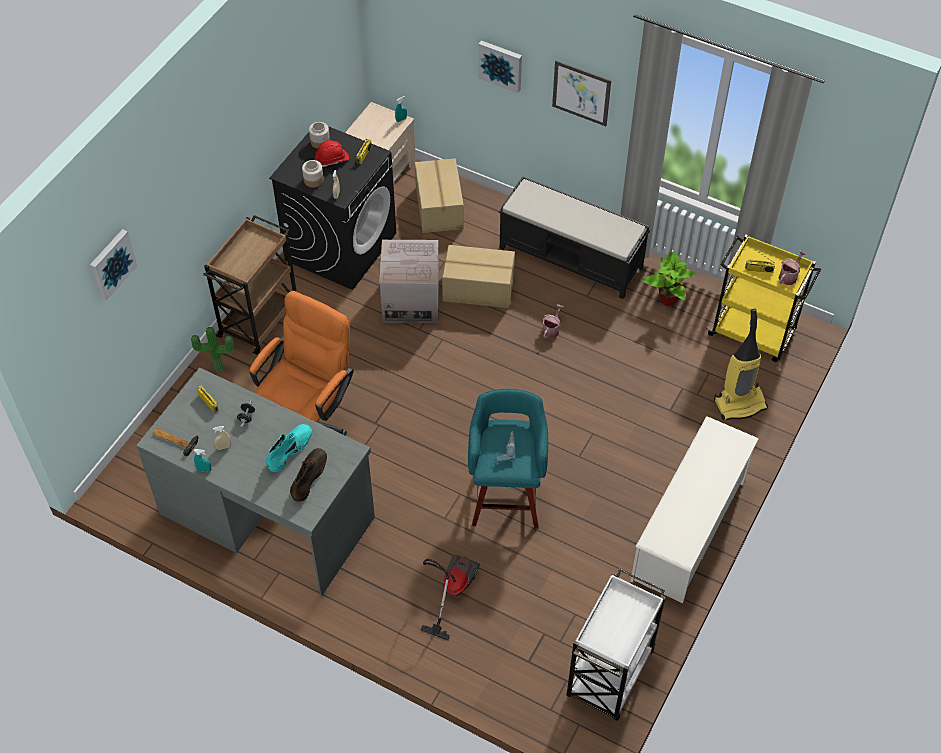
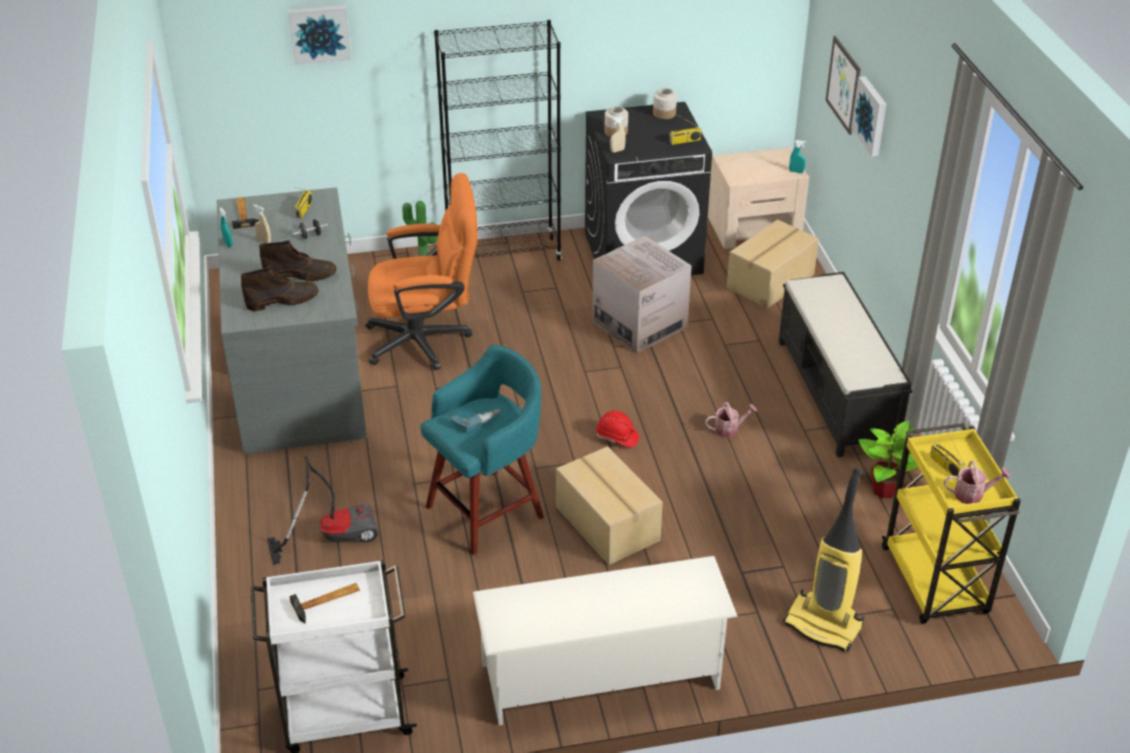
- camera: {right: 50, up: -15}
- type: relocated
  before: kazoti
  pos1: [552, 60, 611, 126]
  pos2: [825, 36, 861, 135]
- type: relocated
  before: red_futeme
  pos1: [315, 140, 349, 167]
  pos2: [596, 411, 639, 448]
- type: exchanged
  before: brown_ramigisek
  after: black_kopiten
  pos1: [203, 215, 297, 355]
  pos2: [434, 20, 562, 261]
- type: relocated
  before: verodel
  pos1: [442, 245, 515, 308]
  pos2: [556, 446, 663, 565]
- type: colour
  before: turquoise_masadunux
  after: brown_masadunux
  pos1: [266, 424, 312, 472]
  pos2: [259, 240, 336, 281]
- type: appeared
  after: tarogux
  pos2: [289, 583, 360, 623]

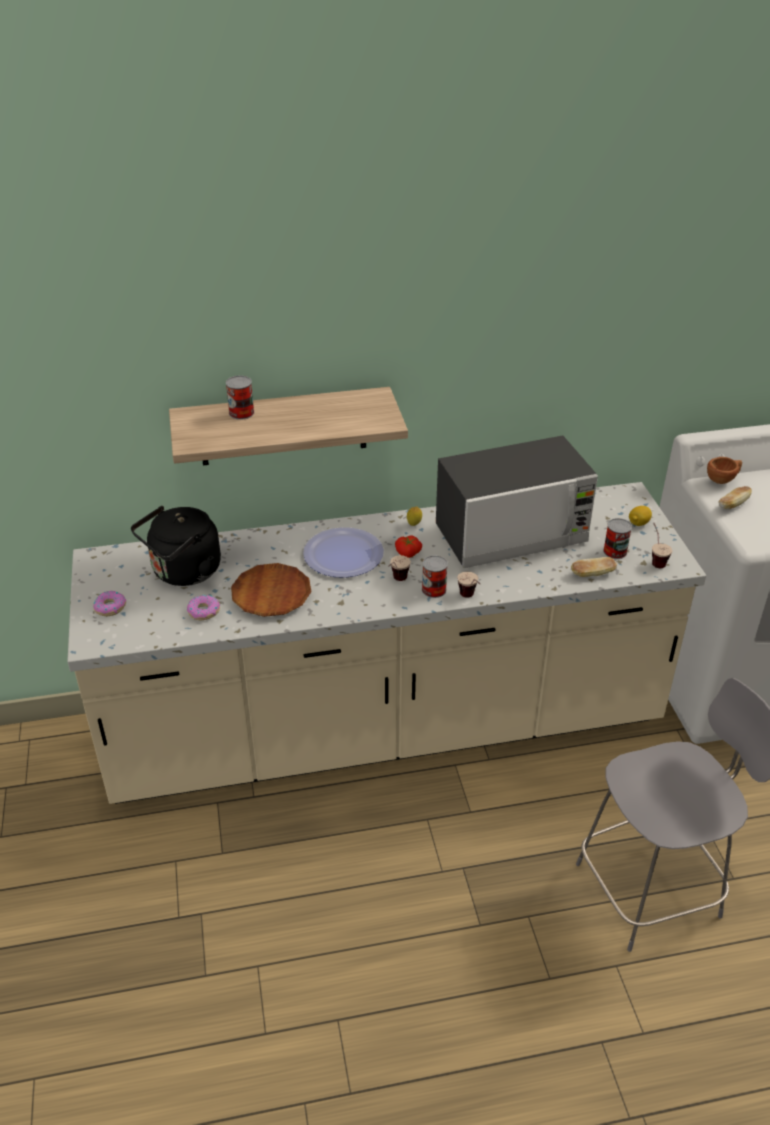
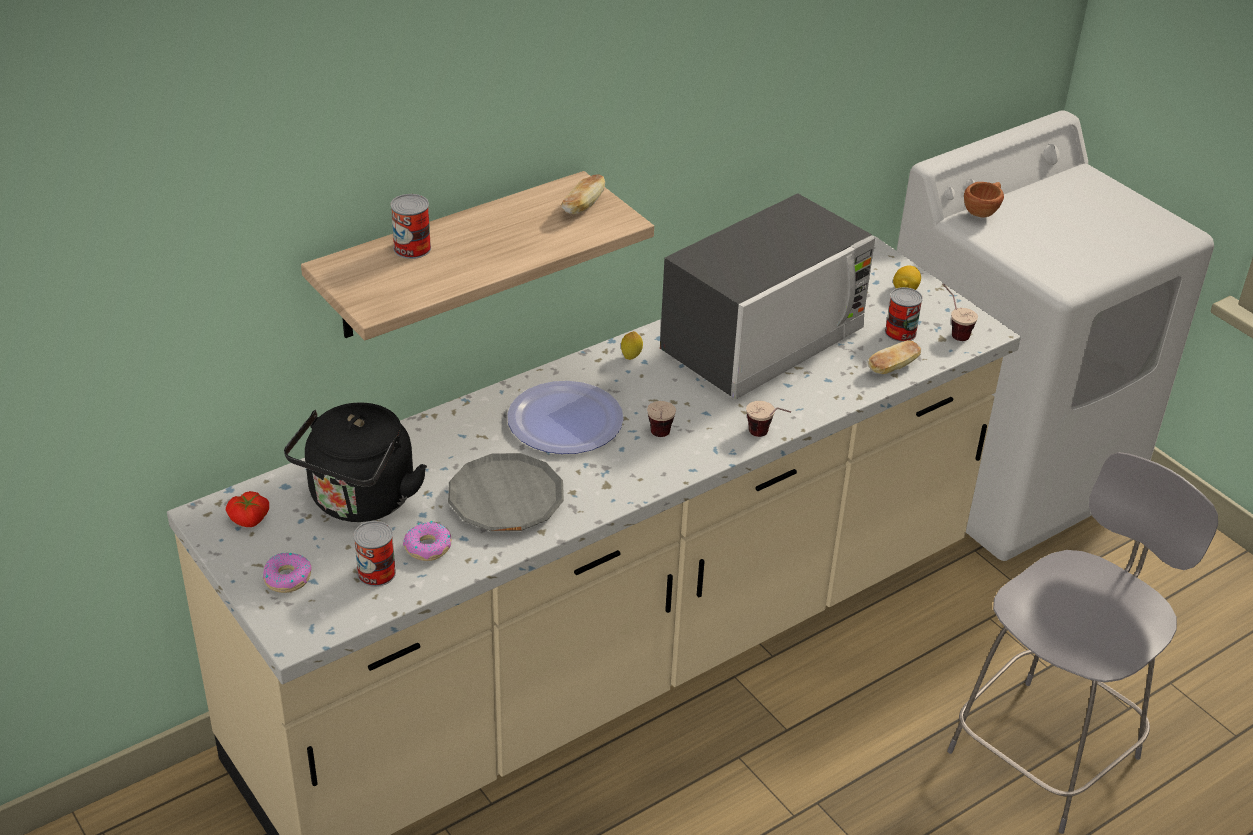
- camera: {right: -25, up: 0}
- type: relocated
  before: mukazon
  pos1: [718, 486, 752, 509]
  pos2: [561, 175, 605, 214]
- type: relocated
  before: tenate
  pos1: [395, 536, 422, 558]
  pos2: [226, 491, 269, 527]
- type: relocated
  before: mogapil
  pos1: [422, 555, 448, 598]
  pos2: [353, 521, 396, 587]
- type: colour
  before: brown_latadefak
  after: grey_latadefak
  pos1: [231, 563, 311, 617]
  pos2: [448, 453, 564, 531]

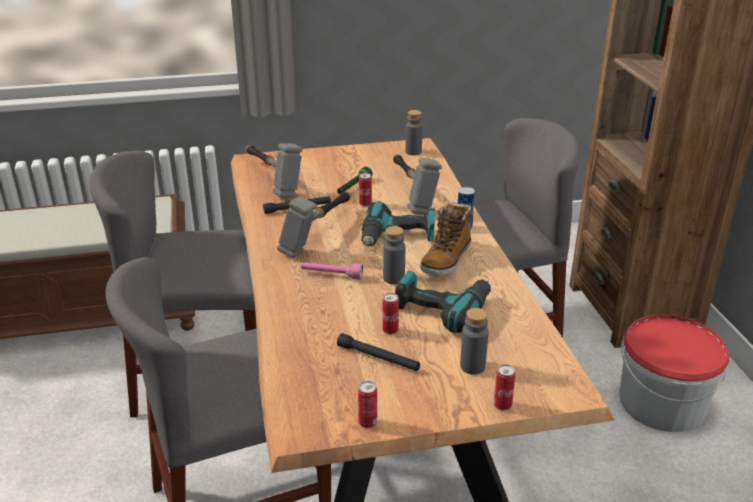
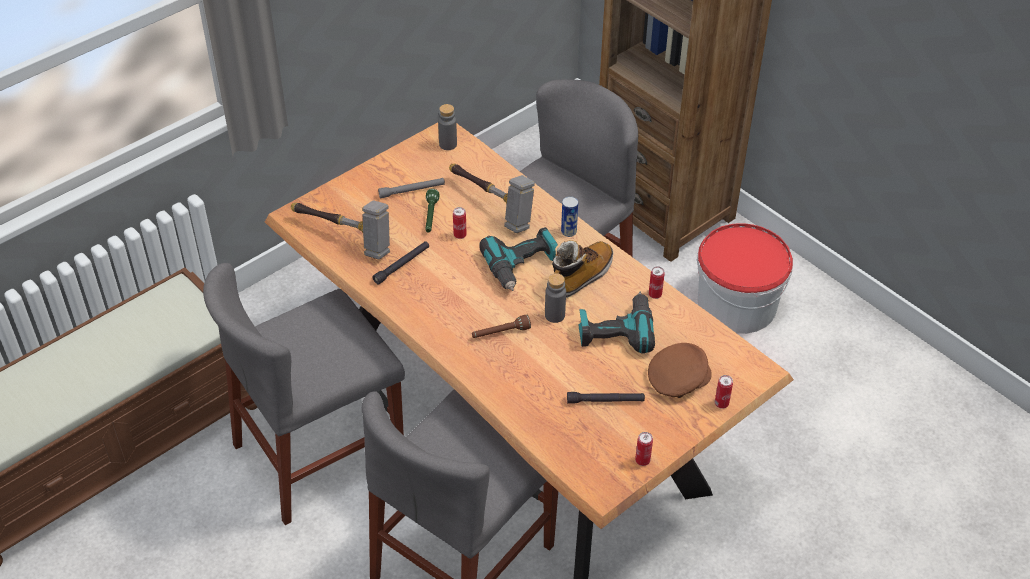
- camera: {right: -30, up: 15}
- type: missing
  before: tarogux
  pos1: [277, 191, 351, 258]
- type: spun
  before: masadunux
  pos1: [420, 202, 472, 277]
  pos2: [552, 240, 613, 298]
  turn: -135
- type: colour
  before: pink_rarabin
  after: brown_rarabin
  pos1: [301, 262, 363, 280]
  pos2: [472, 315, 531, 338]
- type: relocated
  before: mogapil
  pos1: [382, 293, 399, 334]
  pos2: [649, 266, 665, 299]
- type: exchanged
  before: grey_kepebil
  after: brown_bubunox
  pos1: [460, 308, 489, 375]
  pos2: [648, 343, 712, 398]
- type: appeared
  after: grey_rarabin
  pos2: [378, 178, 445, 198]

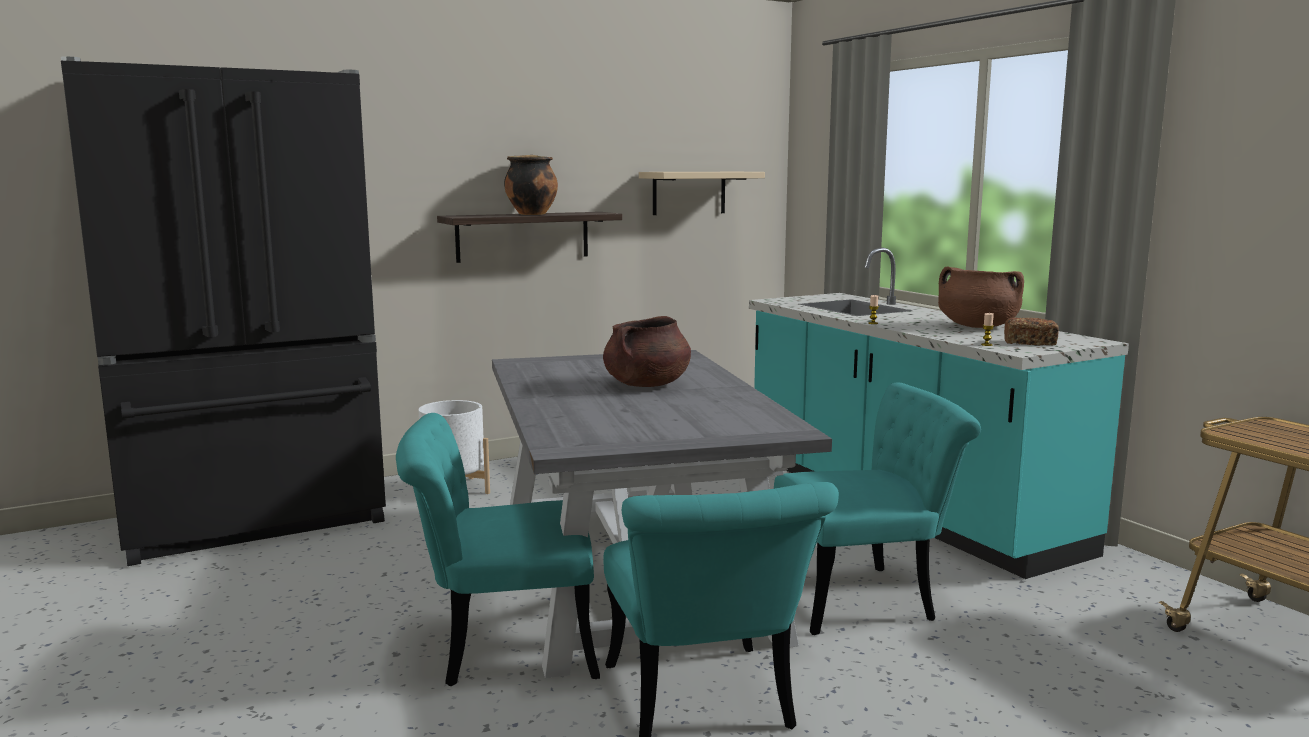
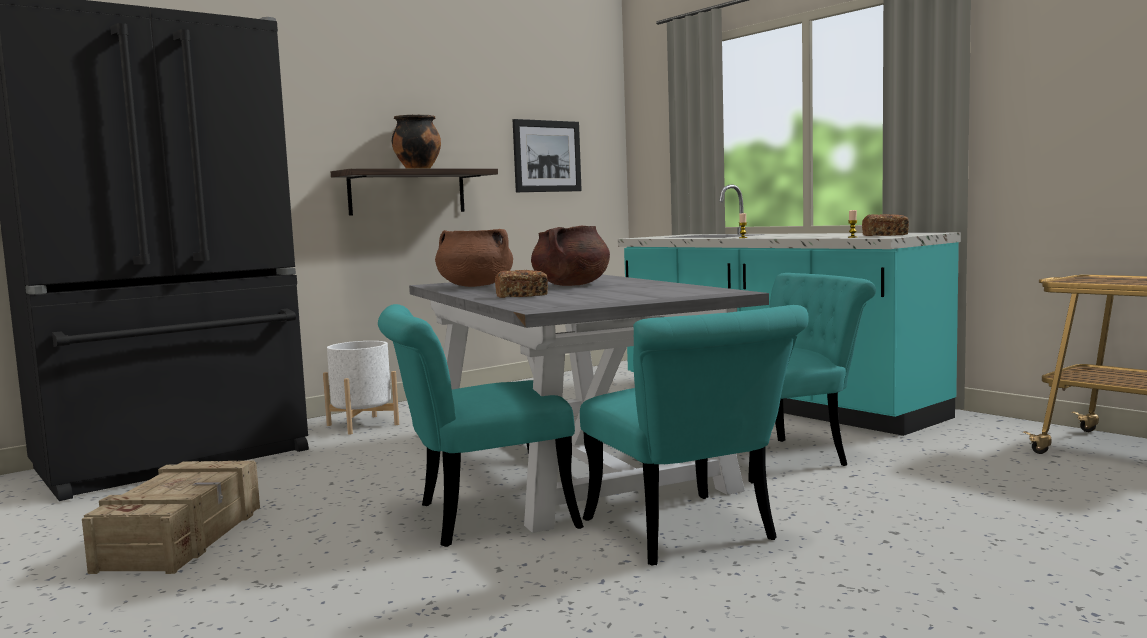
- camera: {right: -10, up: -5}
- type: exchanged
  before: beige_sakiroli
  after: kazoti
  pos1: [639, 172, 765, 215]
  pos2: [513, 119, 582, 192]
- type: relocated
  before: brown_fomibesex
  pos1: [938, 266, 1024, 328]
  pos2: [435, 229, 513, 287]
- type: appeared
  after: mukazon
  pos2: [495, 270, 548, 298]
- type: appeared
  after: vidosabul
  pos2: [82, 461, 260, 574]

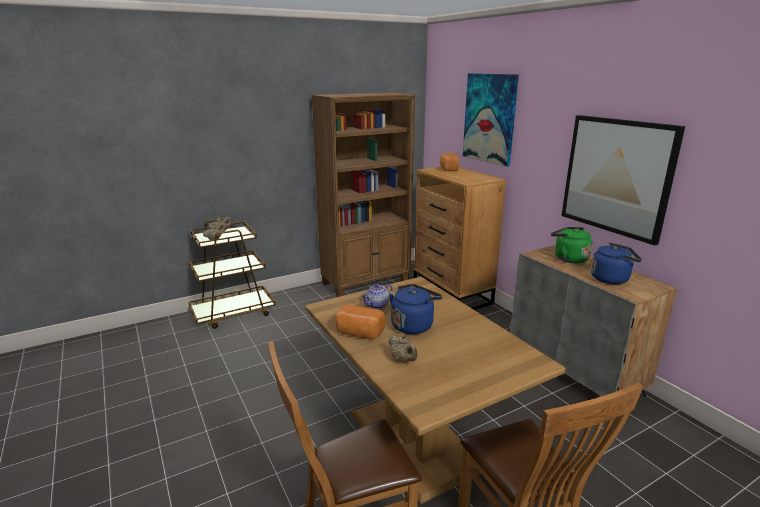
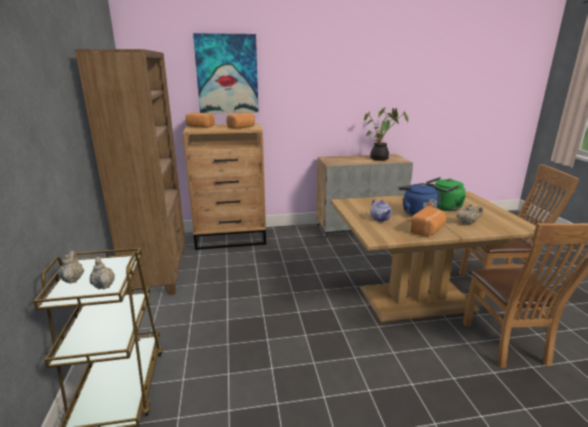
- camera: {right: -70, up: 0}
- type: missing
  before: kazoti
  pos1: [561, 115, 685, 246]
- type: relocated
  before: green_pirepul
  pos1: [551, 227, 592, 263]
  pos2: [426, 177, 466, 211]
- type: exchanged
  before: blue_pirepul
  after: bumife
  pos1: [591, 243, 642, 284]
  pos2: [364, 108, 408, 161]
- type: appeared
  after: mukazon
  pos2: [227, 113, 255, 129]

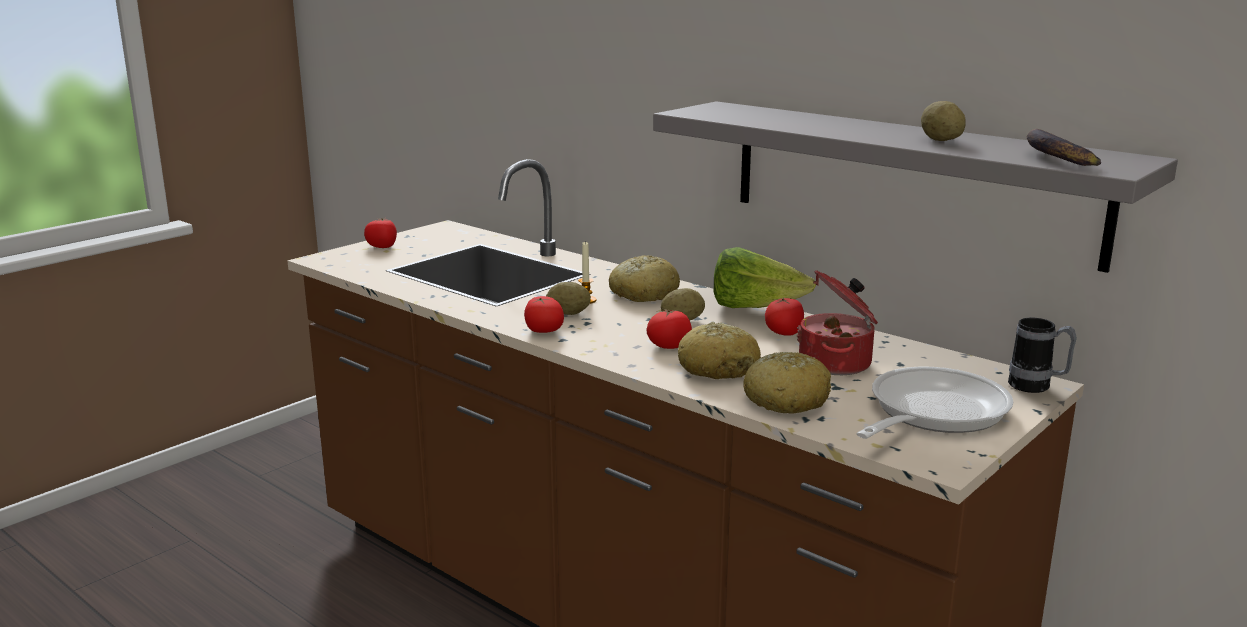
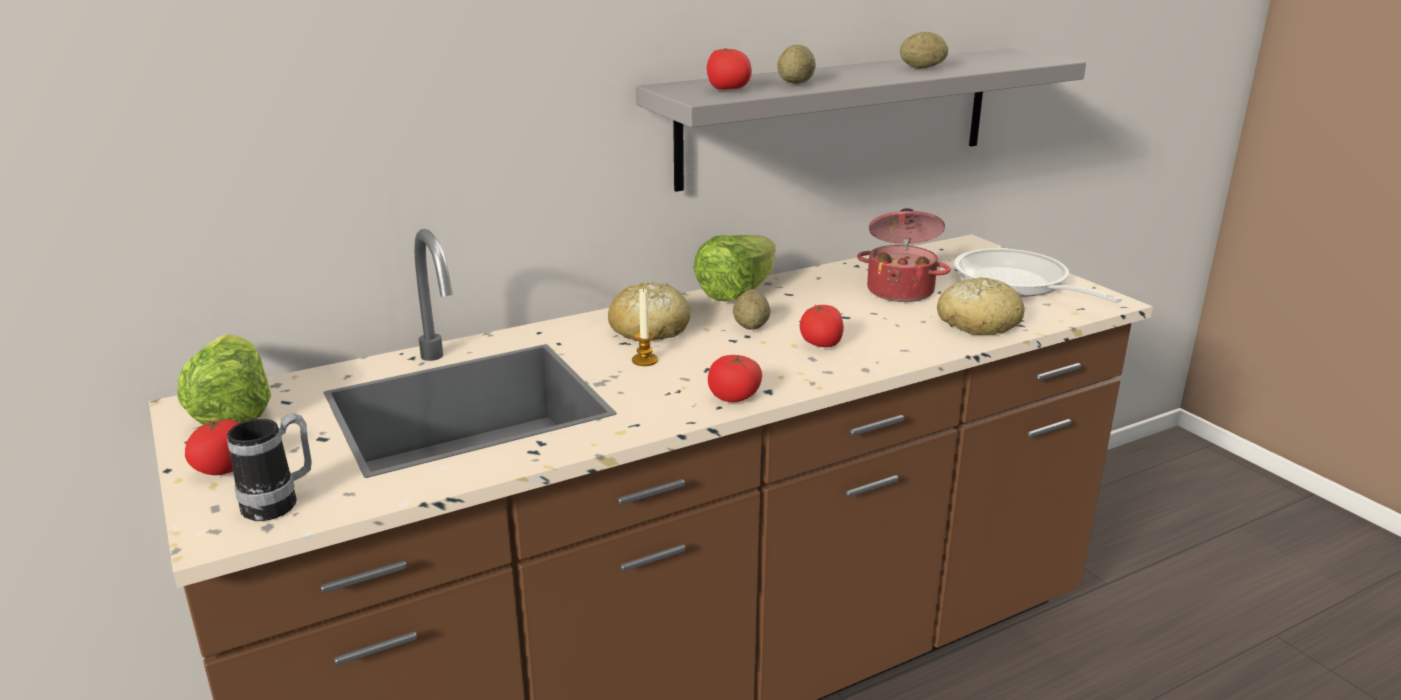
- camera: {right: -70, up: 5}
- type: missing
  before: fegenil
  pos1: [1027, 129, 1101, 166]
- type: relocated
  before: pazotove
  pos1: [546, 282, 591, 315]
  pos2: [778, 45, 816, 84]
- type: relocated
  before: tenate
  pos1: [765, 297, 804, 336]
  pos2: [707, 48, 752, 90]
- type: relocated
  before: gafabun
  pos1: [1008, 318, 1077, 393]
  pos2: [227, 413, 312, 521]
- type: missing
  before: mukazon
  pos1: [678, 321, 761, 379]
- type: appeared
  after: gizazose
  pos2: [178, 334, 271, 425]

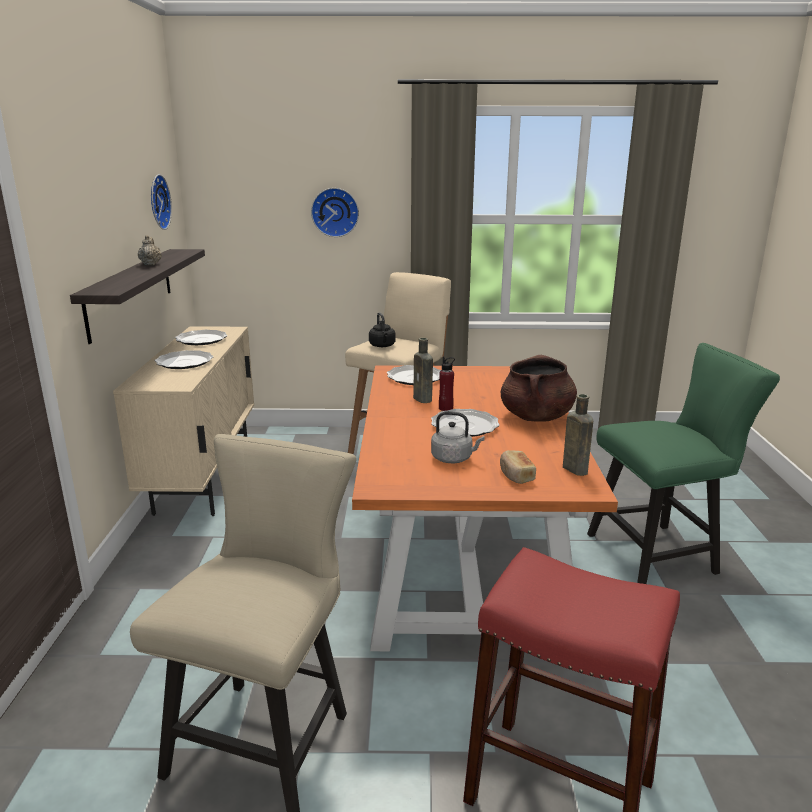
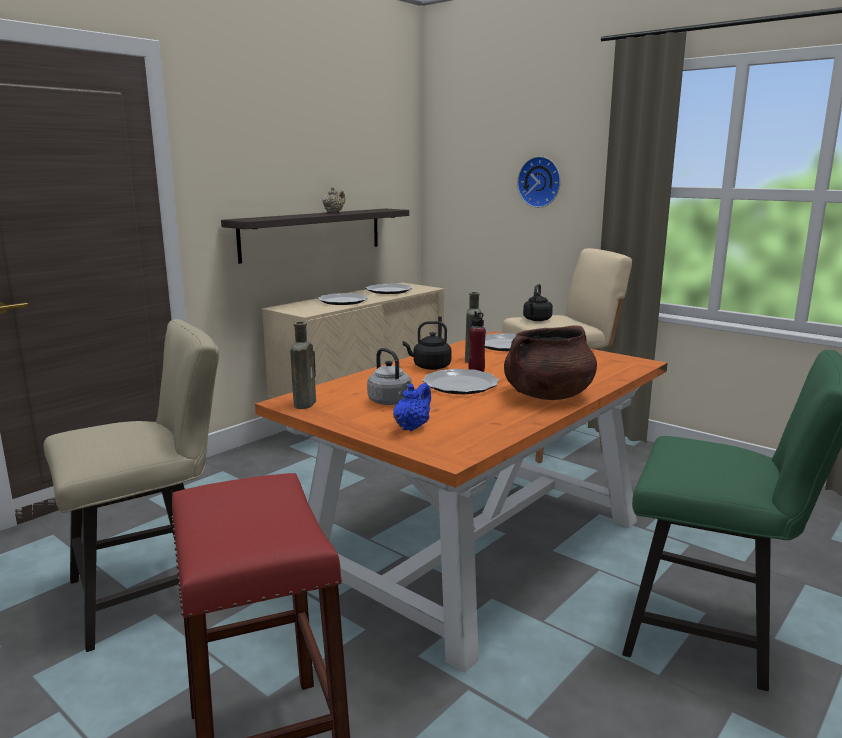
- camera: {right: 40, up: -5}
- type: missing
  before: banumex
  pos1: [151, 174, 172, 230]
- type: relocated
  before: brown_kepebil
  pos1: [563, 394, 593, 476]
  pos2: [290, 322, 316, 409]
- type: exchanged
  before: mukazon
  after: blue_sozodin
  pos1: [500, 450, 536, 484]
  pos2: [393, 383, 431, 431]
- type: appeared
  after: black_pirepul
  pos2: [403, 321, 451, 370]

